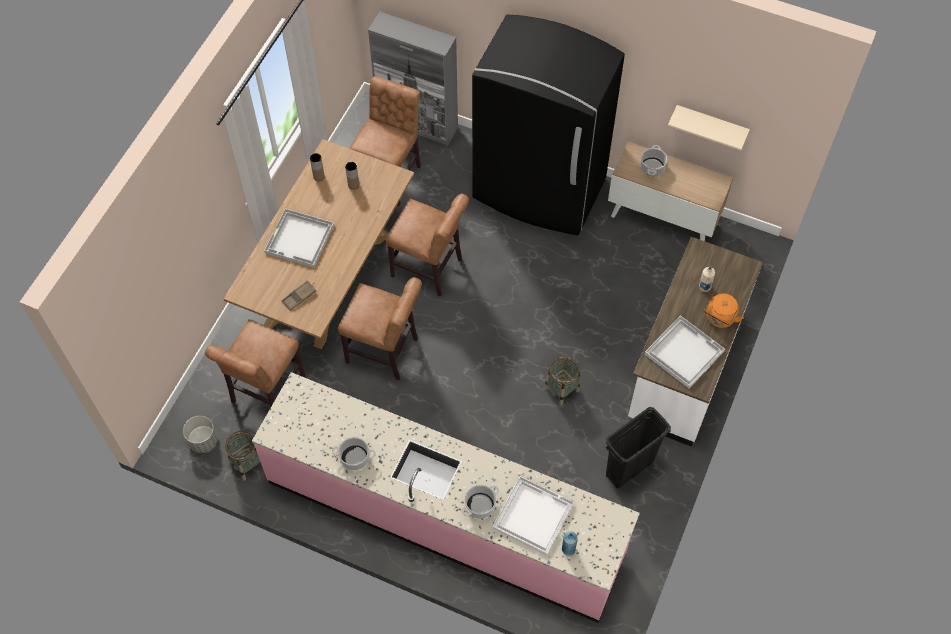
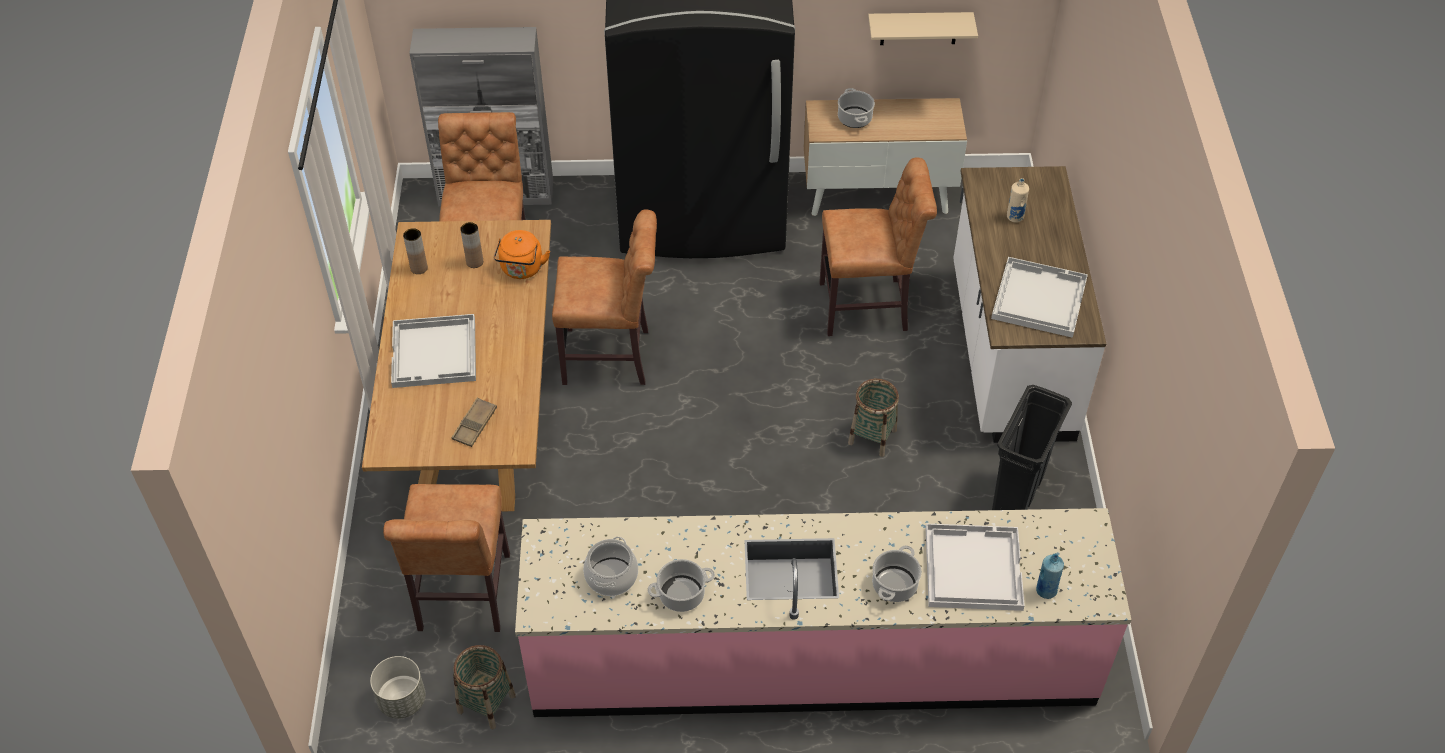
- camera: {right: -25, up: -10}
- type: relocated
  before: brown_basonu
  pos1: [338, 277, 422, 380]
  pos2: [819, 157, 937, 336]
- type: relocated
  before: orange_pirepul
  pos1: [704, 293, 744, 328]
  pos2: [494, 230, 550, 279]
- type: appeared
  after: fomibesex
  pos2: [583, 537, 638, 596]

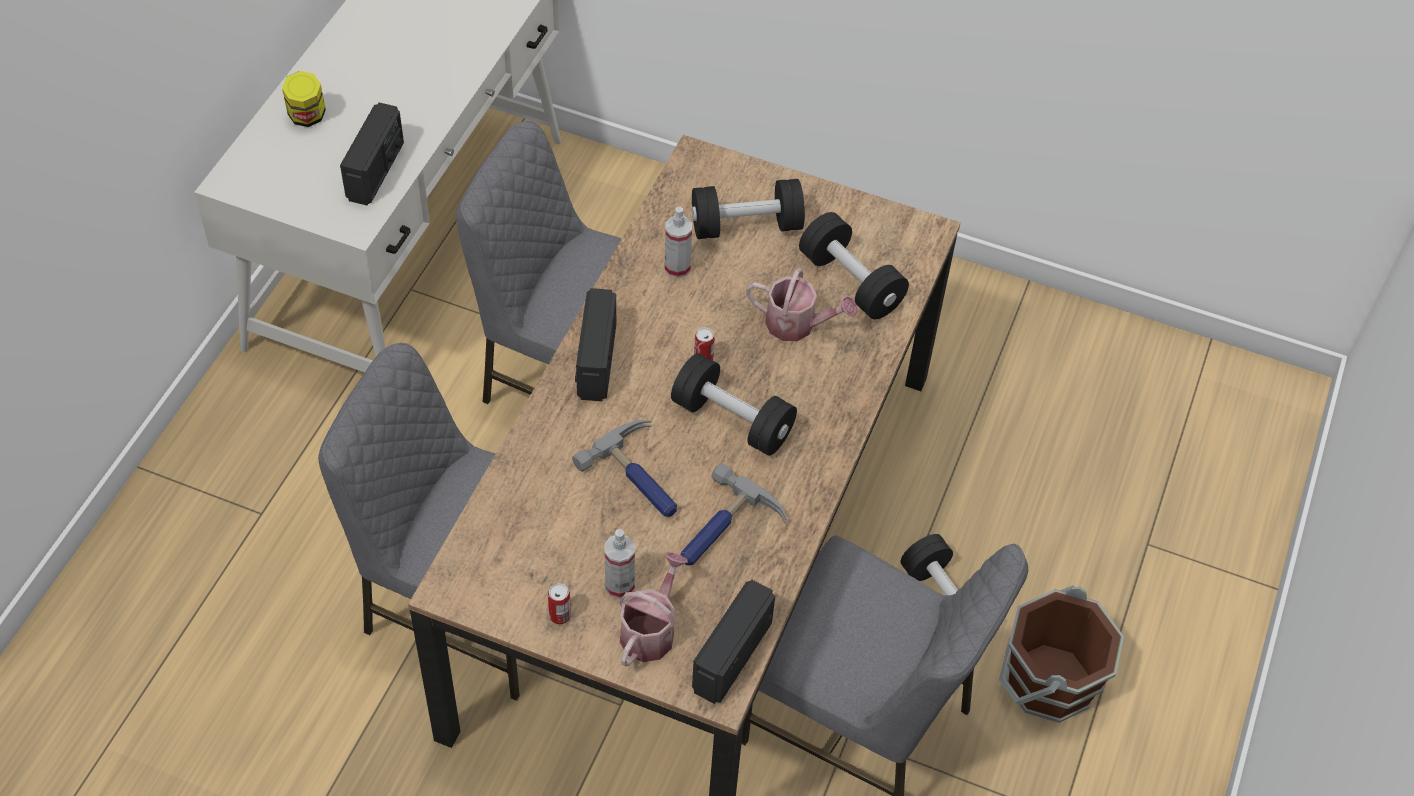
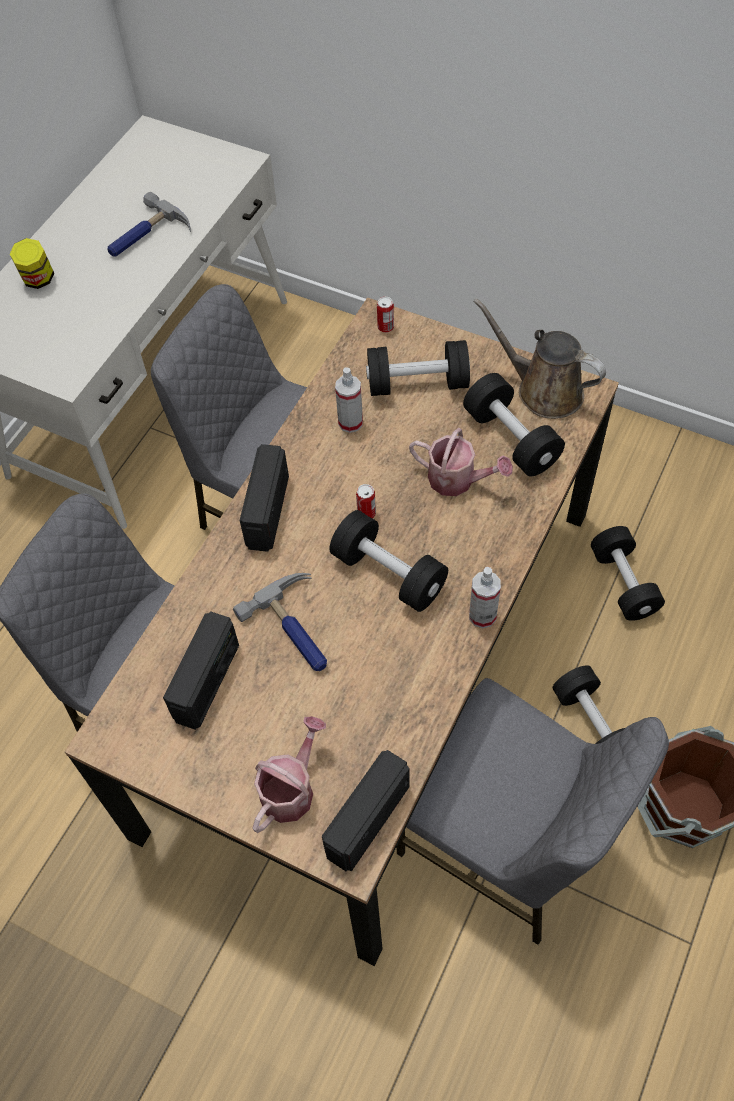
- camera: {right: 10, up: 5}
- type: relocated
  before: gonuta
  pos1: [340, 102, 404, 205]
  pos2: [163, 611, 239, 730]
- type: relocated
  before: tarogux
  pos1: [680, 463, 787, 565]
  pos2: [108, 192, 191, 257]
- type: relocated
  before: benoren
  pos1: [605, 529, 635, 599]
  pos2: [469, 567, 501, 628]
- type: relocated
  before: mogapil
  pos1: [548, 583, 571, 624]
  pos2: [377, 297, 394, 333]
- type: appeared
  after: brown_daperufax
  pos2: [473, 298, 606, 419]
- type: appeared
  after: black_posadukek
  pos2: [591, 526, 665, 621]

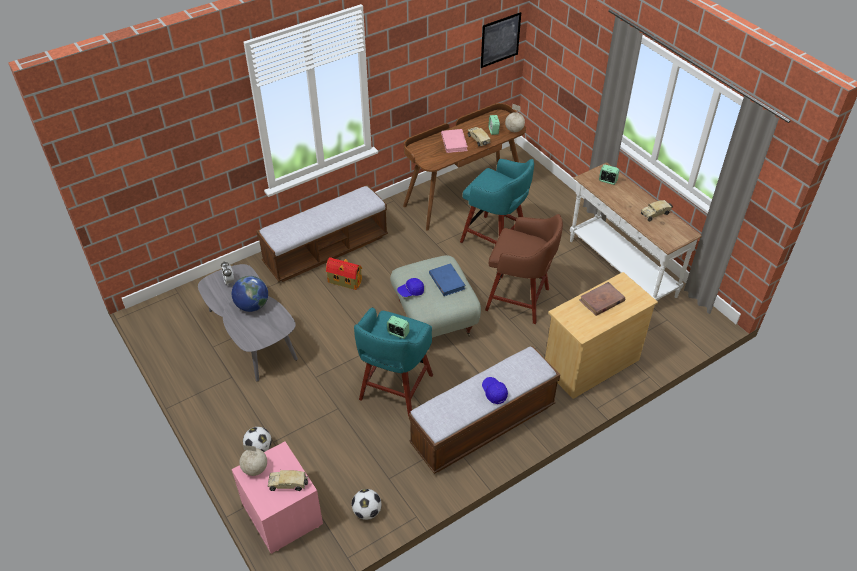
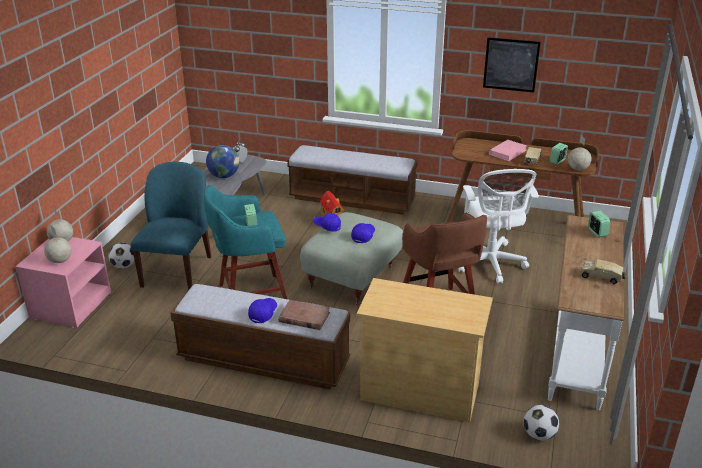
- camera: {right: 50, up: -15}
- type: relocated
  before: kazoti
  pos1: [481, 12, 521, 68]
  pos2: [483, 37, 541, 93]
- type: exchanged
  before: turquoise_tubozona
  after: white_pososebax
  pos1: [460, 159, 534, 244]
  pos2: [458, 169, 539, 284]
- type: exchanged
  before: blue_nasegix
  after: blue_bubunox
  pos1: [429, 263, 466, 296]
  pos2: [351, 223, 375, 243]
- type: relocated
  before: brown_nasegix
  pos1: [579, 282, 625, 316]
  pos2: [278, 300, 330, 330]
- type: exchanged
  before: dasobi
  after: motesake
  pos1: [268, 470, 308, 491]
  pos2: [44, 226, 72, 263]
- type: relocated
  before: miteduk
  pos1: [351, 489, 382, 520]
  pos2: [524, 405, 559, 441]
- type: appeared
  after: blue_basonu
  pos2: [131, 162, 211, 290]

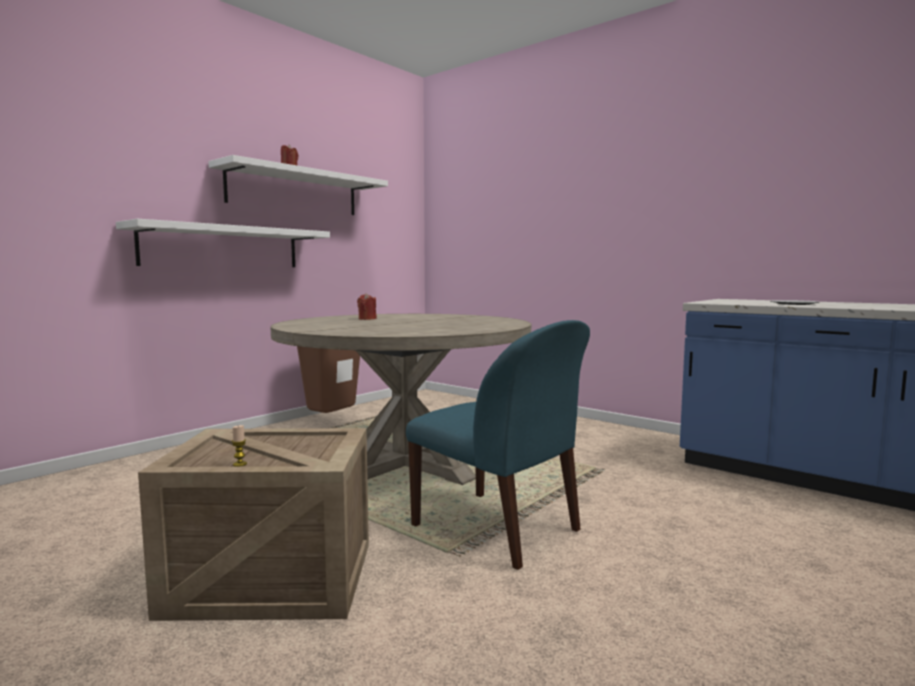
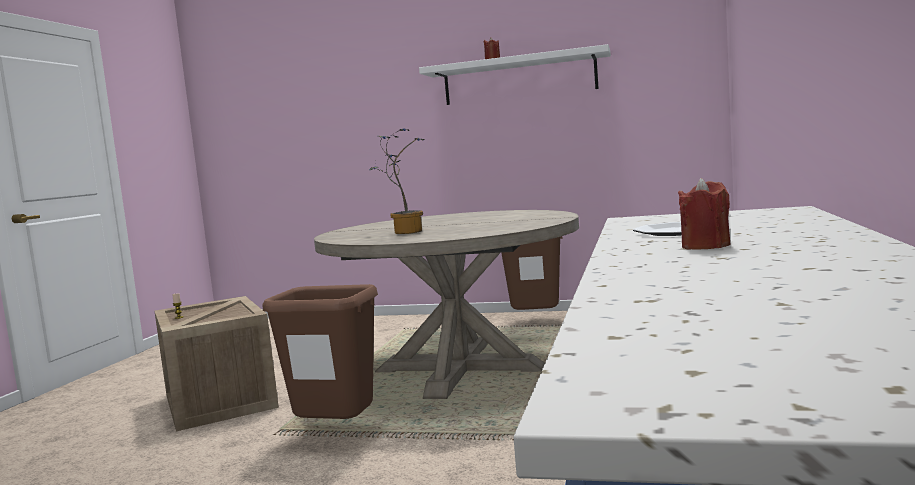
- camera: {right: 65, up: 0}
- type: missing
  before: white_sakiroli
  pos1: [116, 219, 330, 267]
- type: relocated
  before: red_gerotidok
  pos1: [357, 293, 377, 320]
  pos2: [678, 178, 731, 250]
- type: exchanged
  before: blue_basonu
  after: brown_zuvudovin
  pos1: [406, 320, 590, 570]
  pos2: [262, 284, 378, 419]
- type: appeared
  after: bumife
  pos2: [369, 128, 425, 234]

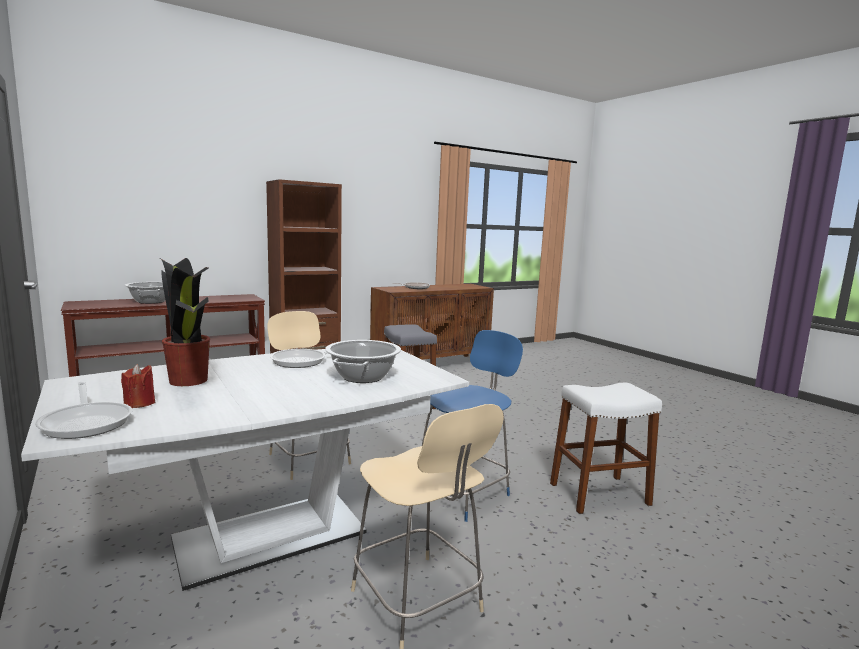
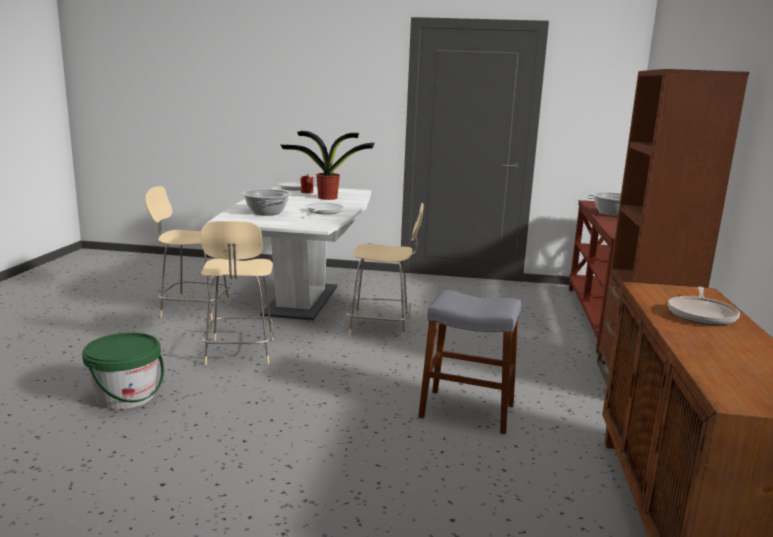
- camera: {right: 130, up: 5}
- type: colour
  before: blue_basonu
  after: beige_basonu
  pos1: [422, 330, 523, 522]
  pos2: [201, 221, 274, 365]
- type: exchanged
  before: white_tubozona
  after: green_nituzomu
  pos1: [550, 383, 662, 514]
  pos2: [82, 333, 164, 410]

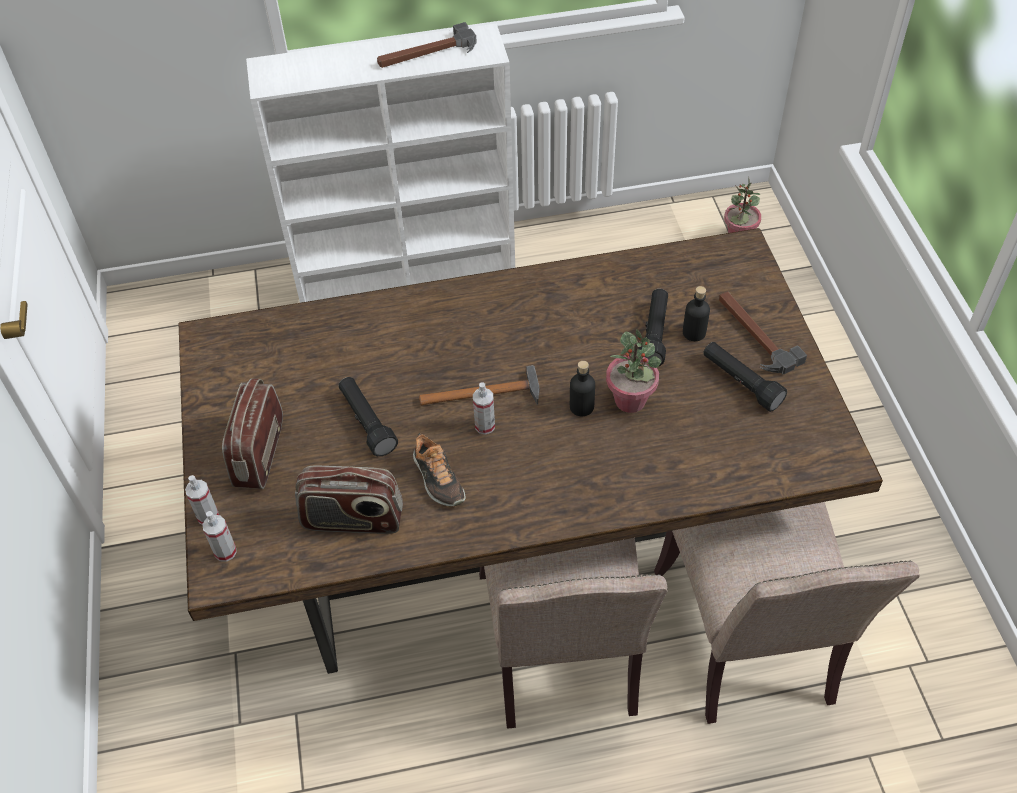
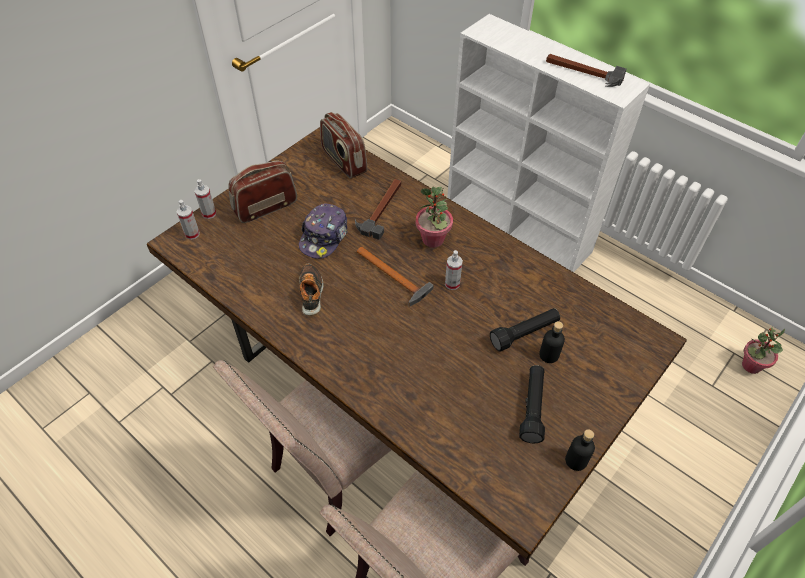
- camera: {right: 50, up: 0}
- type: relocated
  before: tarogux
  pos1: [719, 291, 807, 375]
  pos2: [355, 179, 401, 240]
- type: relocated
  before: bumife
  pos1: [606, 329, 661, 413]
  pos2: [416, 187, 453, 248]
- type: relocated
  before: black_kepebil
  pos1: [570, 361, 595, 416]
  pos2: [565, 429, 595, 471]
- type: exchanged
  before: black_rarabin
  after: bubunox
  pos1: [338, 377, 398, 456]
  pos2: [299, 204, 348, 259]
- type: relocated
  before: benoren
  pos1: [473, 382, 495, 435]
  pos2: [445, 250, 463, 290]
- type: spun
  before: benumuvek
  pos1: [413, 433, 466, 507]
  pos2: [299, 264, 323, 316]
  turn: 150
- type: relocated
  before: gonuta
  pos1: [295, 466, 403, 534]
  pos2: [320, 112, 367, 179]

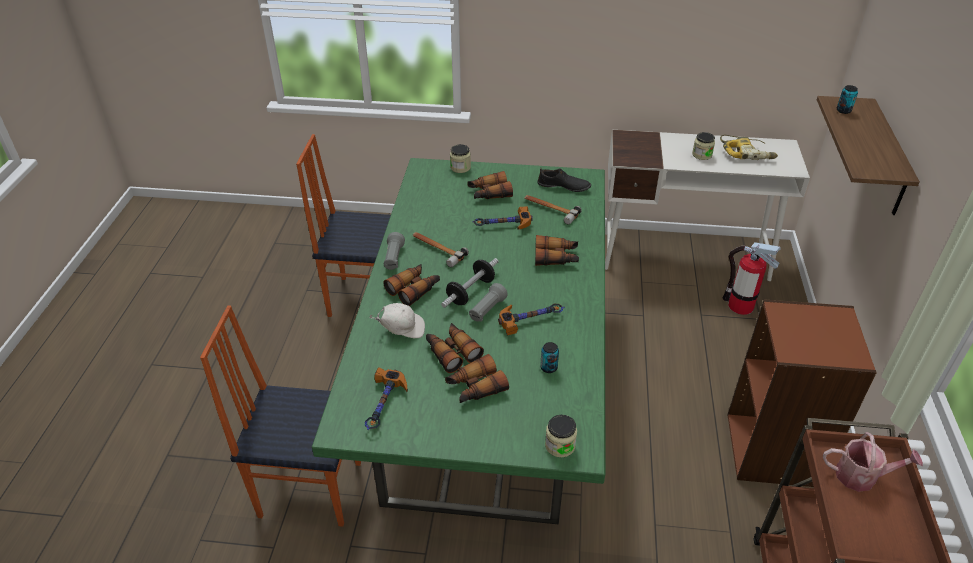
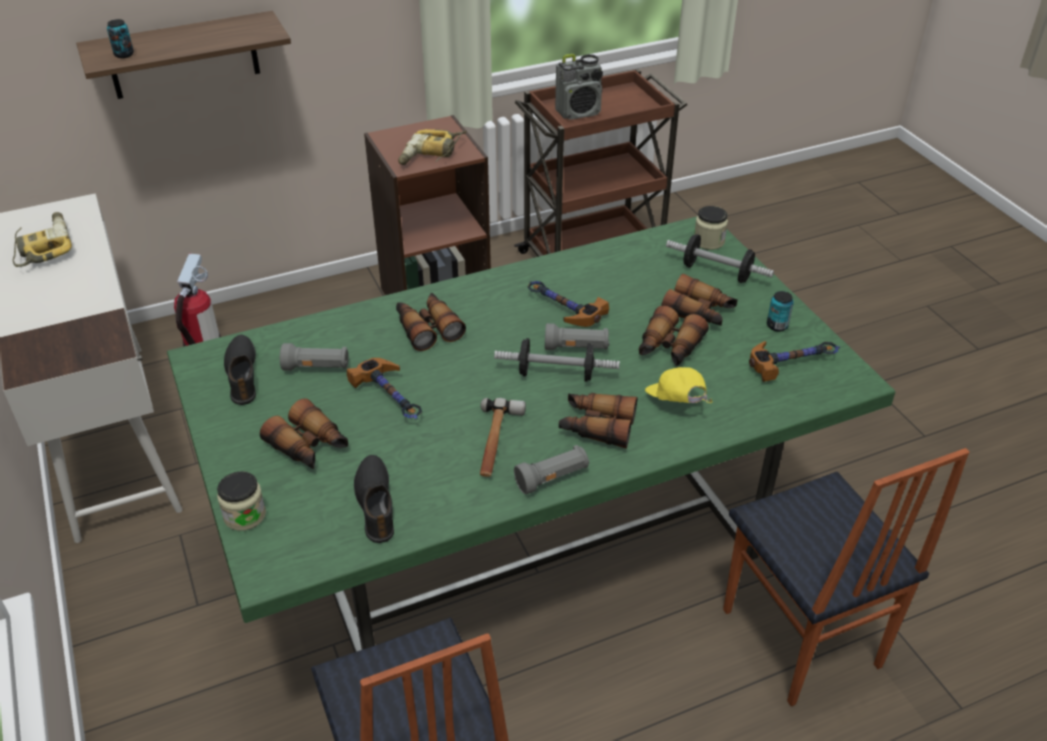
- camera: {right: -120, up: 0}
- type: missing
  before: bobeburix
  pos1: [692, 132, 715, 160]
- type: exchanged
  before: tarogux
  after: grey_rarabin
  pos1: [524, 195, 582, 225]
  pos2: [280, 343, 349, 371]
- type: colour
  before: white_bubunox
  after: yellow_bubunox
  pos1: [369, 303, 425, 338]
  pos2: [645, 367, 713, 403]
- type: relocated
  before: mogapil
  pos1: [540, 342, 559, 373]
  pos2: [767, 291, 794, 332]
- type: exchanged
  before: daperufax
  after: gonuta
  pos1: [823, 432, 923, 492]
  pos2: [555, 54, 603, 120]
- type: appeared
  after: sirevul
  pos2: [398, 129, 466, 165]
- type: appeared
  after: posadukek
  pos2: [666, 234, 774, 283]
- type: appeared
  after: black_benumuvek
  pos2: [354, 455, 394, 543]

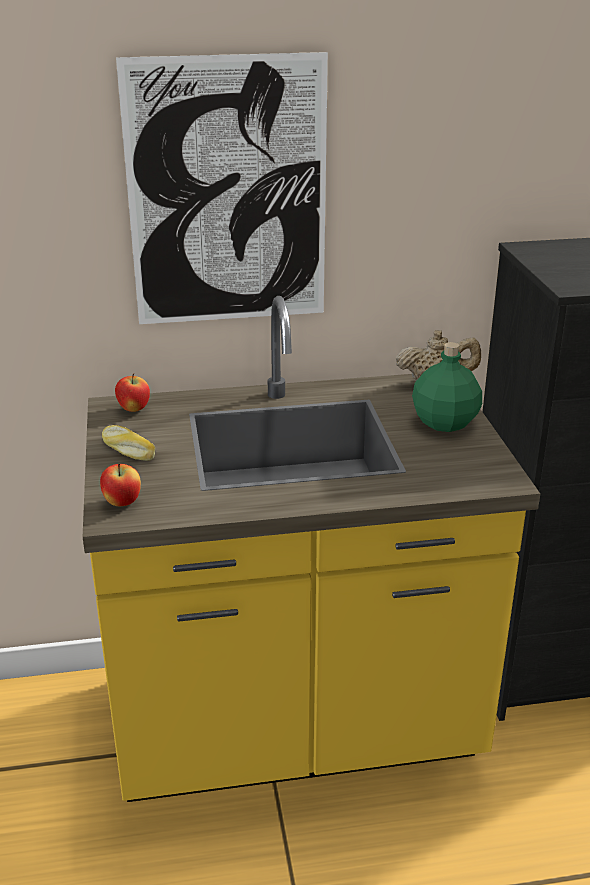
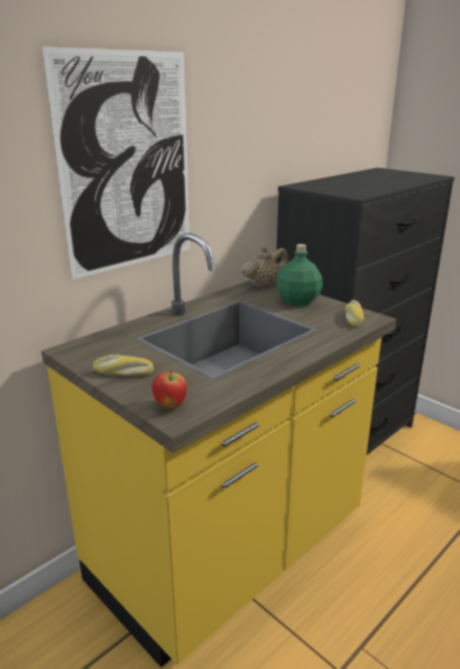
- camera: {right: -35, up: -5}
- type: missing
  before: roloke
  pos1: [115, 373, 150, 412]
- type: appeared
  after: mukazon
  pos2: [345, 300, 364, 327]

